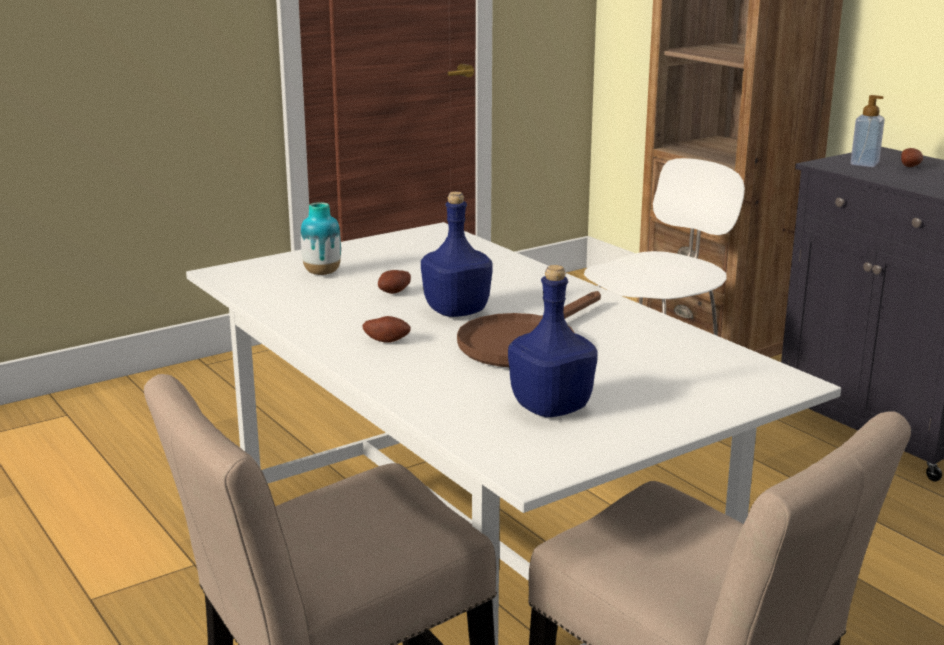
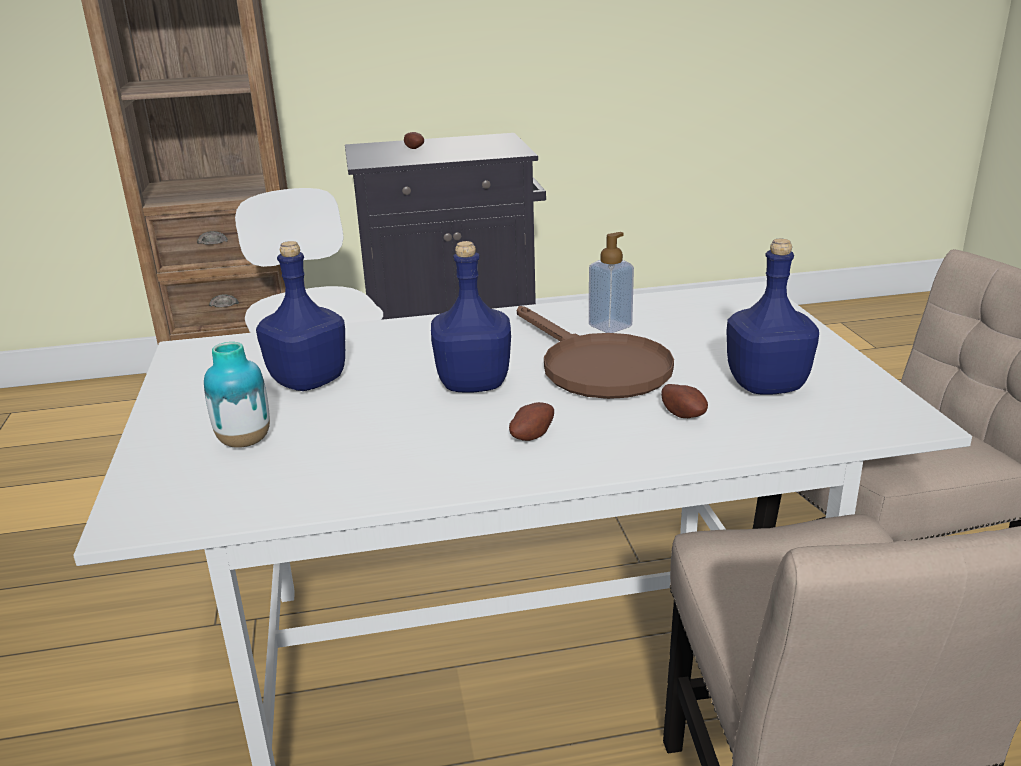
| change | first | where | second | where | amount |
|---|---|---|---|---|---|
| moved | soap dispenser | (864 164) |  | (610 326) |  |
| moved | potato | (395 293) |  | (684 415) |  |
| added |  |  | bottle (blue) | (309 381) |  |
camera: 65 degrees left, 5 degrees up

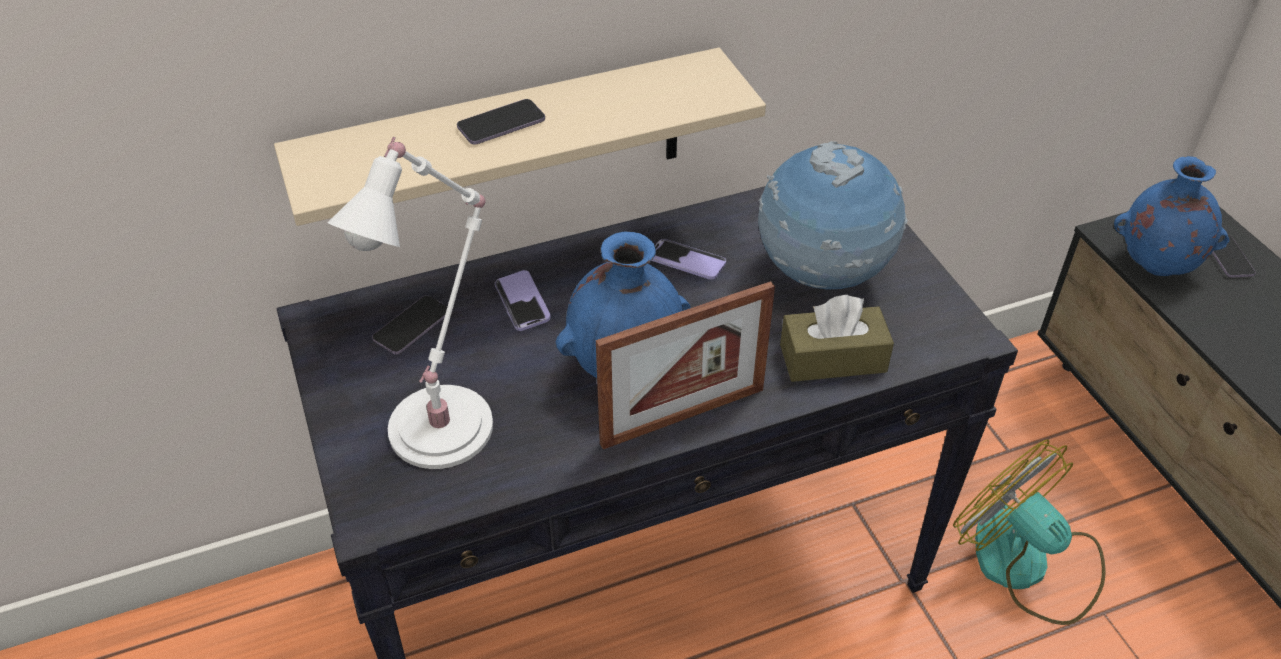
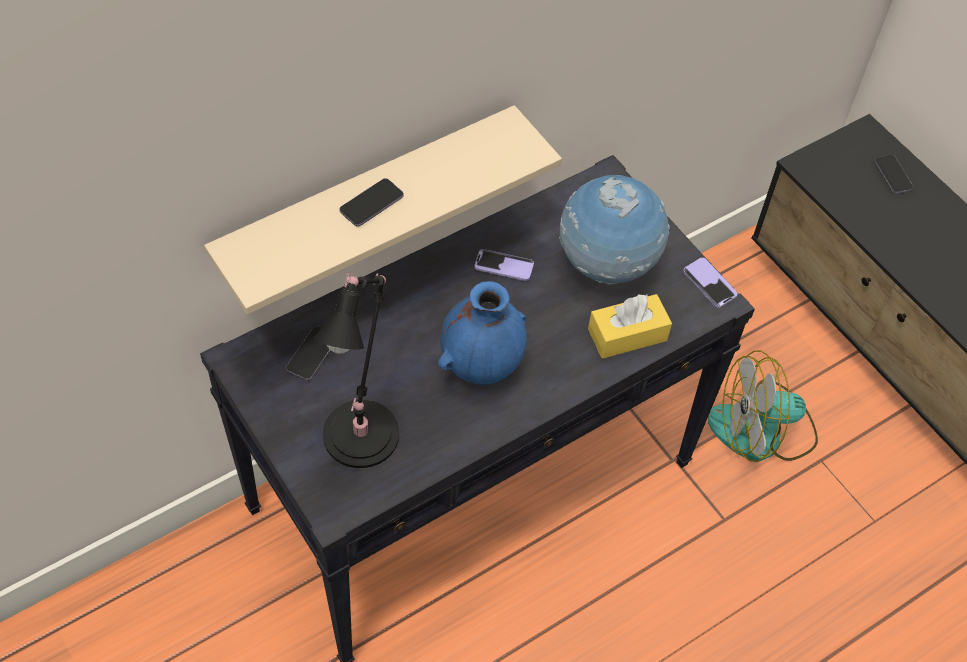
| change | first | where | second | where | amount |
|---|---|---|---|---|---|
| recoloured | table lamp (white) | (447 421) | table lamp (black) | (363 428) |  |
| removed | vase (blue) | (1155 266) |  |  |  |
| moved | phone | (522 302) |  | (709 284) |  |
| removed | picture frame | (683 416) |  |  |  |
| recoloured | tissue box (brown) | (833 358) | tissue box (yellow) | (627 335) |  |
| turned | fan | (1026 565) |  | (762 432) | 45 degrees counterclockwise |
camera: 15 degrees left, 10 degrees up

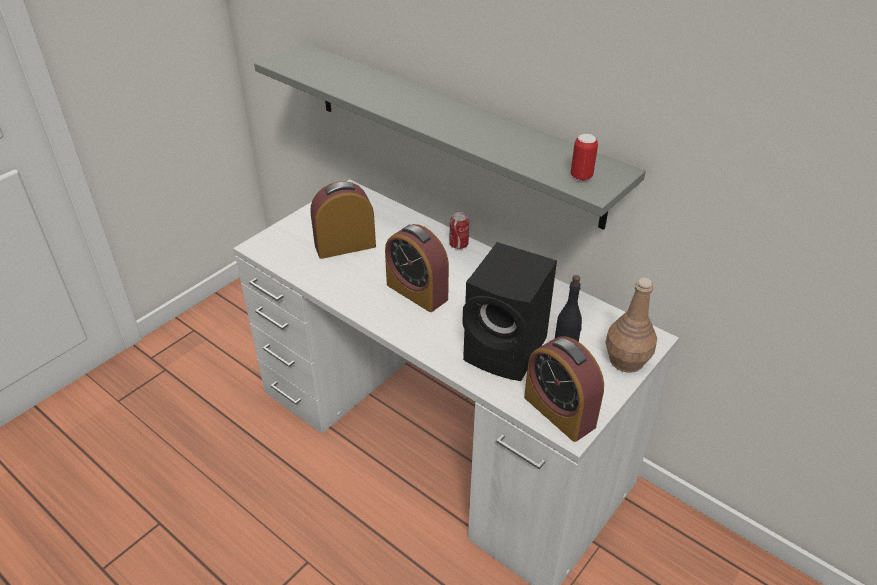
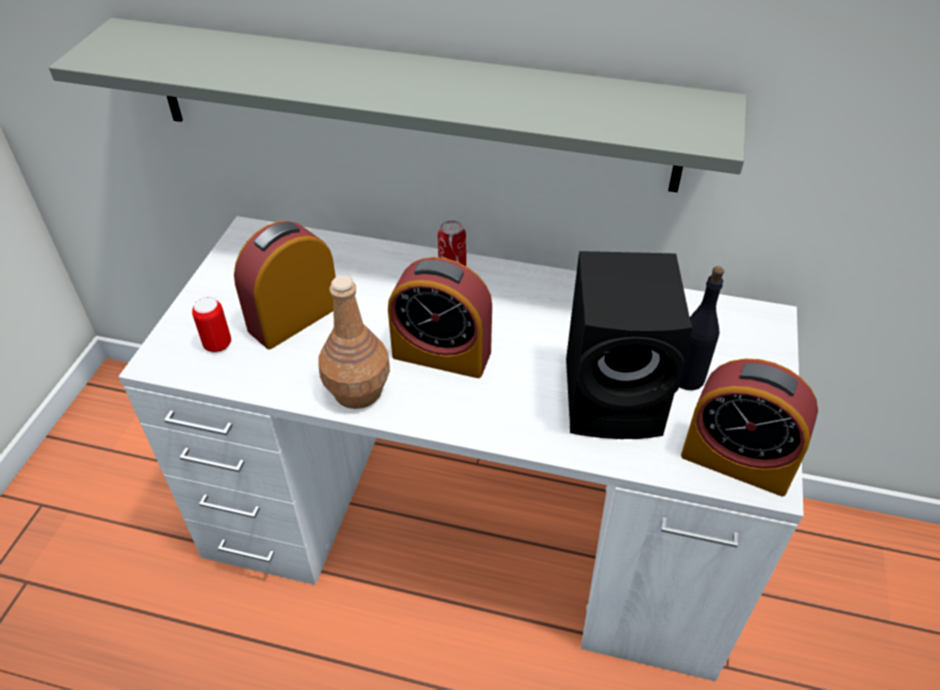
| change | first | where | second | where | amount |
|---|---|---|---|---|---|
| moved | can | (581 176) |  | (218 344) |  |
| moved | bottle (brown) | (626 361) |  | (357 392) |  |
camera: 25 degrees left, 5 degrees up

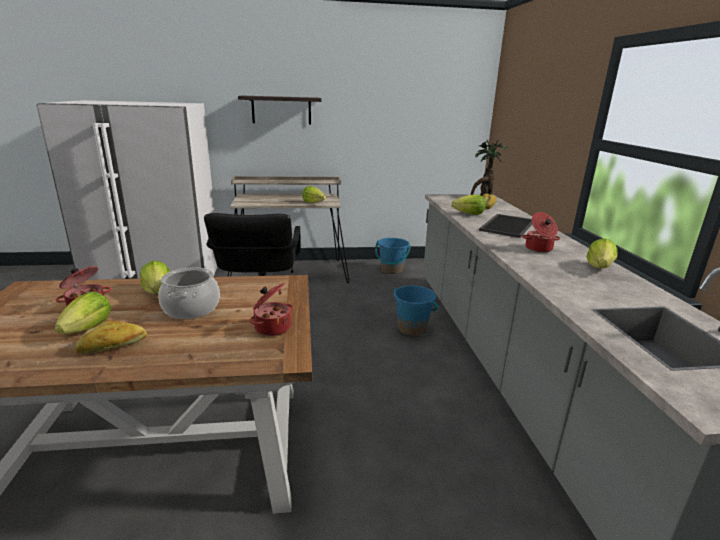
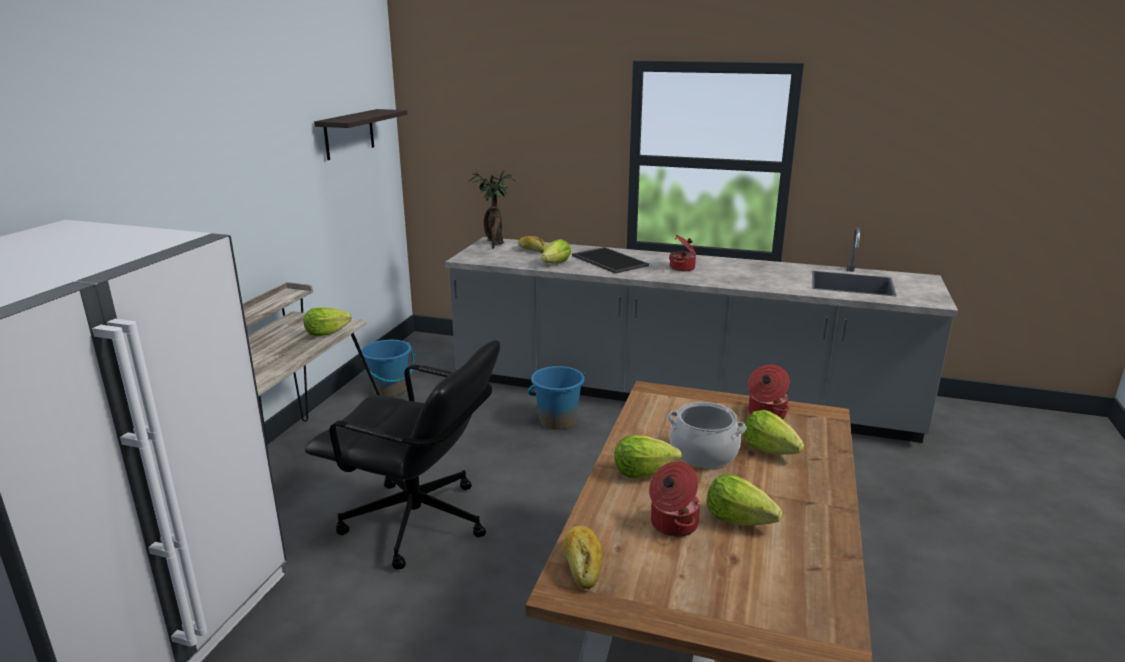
| change | first | where | second | where | amount |
|---|---|---|---|---|---|
| moved | shelf | (281 110) |  | (349 134) |  |
| moved | lettuce | (599 267) |  | (769 449) |  |
| moved | bread | (113 346) |  | (582 564) |  |
camera: 65 degrees left, 0 degrees up

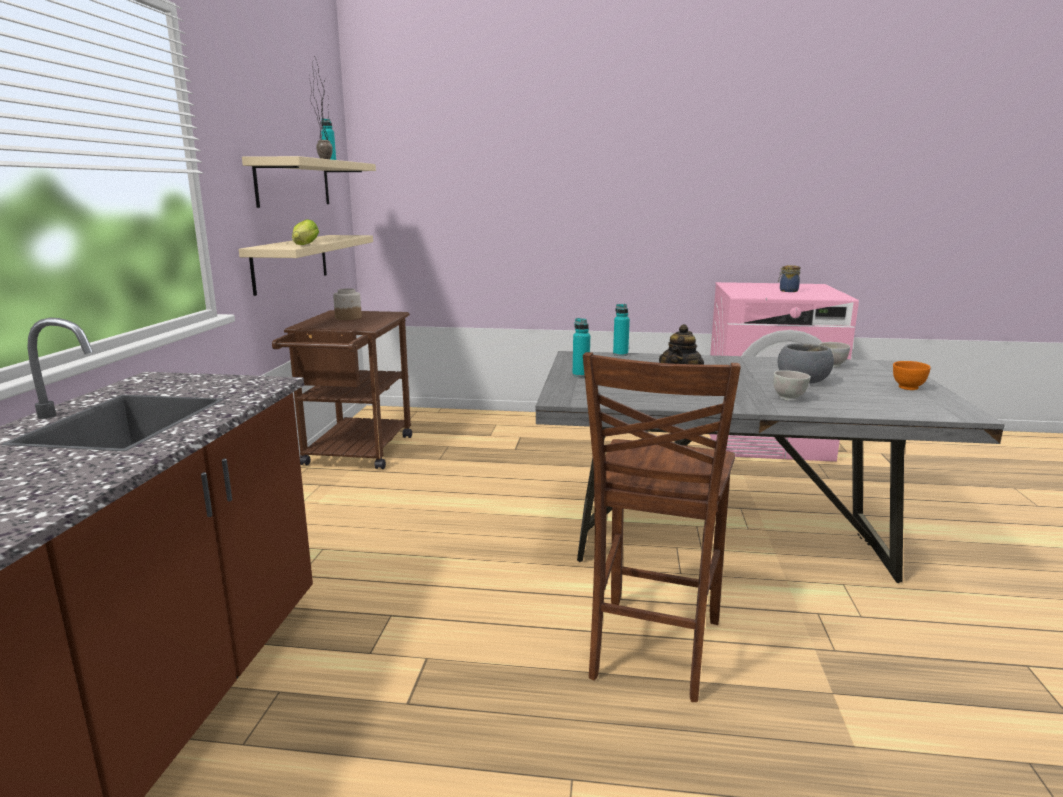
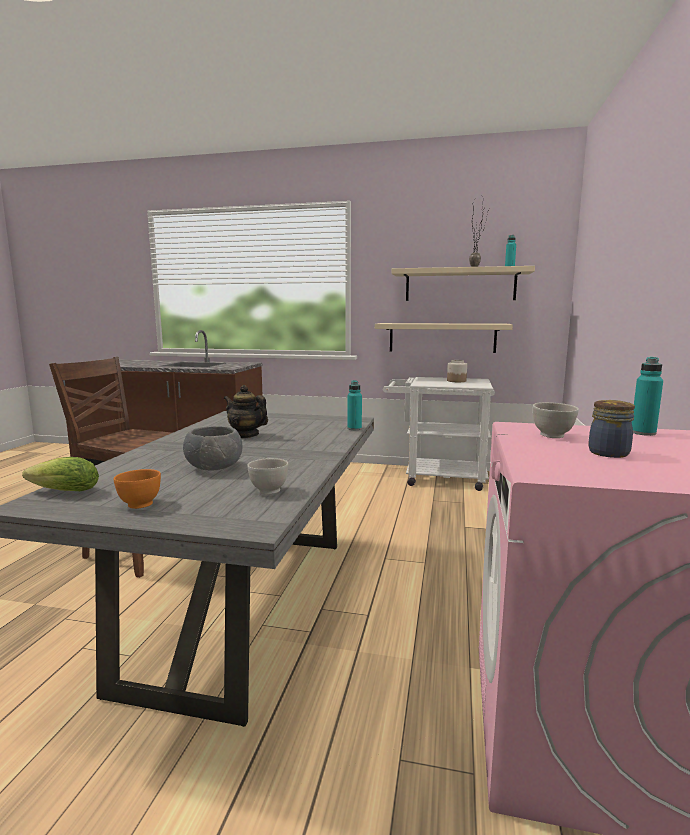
| change | first | where | second | where | amount |
|---|---|---|---|---|---|
| moved | lettuce | (304 245) |  | (61 492) |  |
| recoloured | cart (brown) | (355 454) | cart (white) | (437 477) |  |
| moved | bottle (turquoise) | (580 375) |  | (643 433) |  |
| moved | bowl (white) | (789 398) |  | (552 436) |  |
camera: 95 degrees right, 5 degrees down

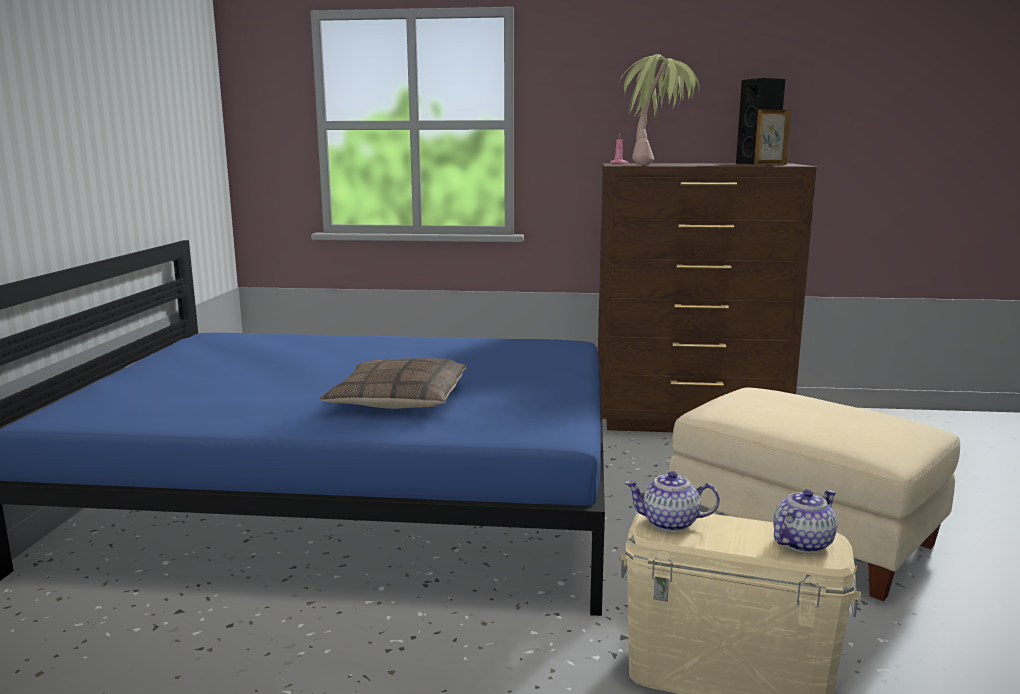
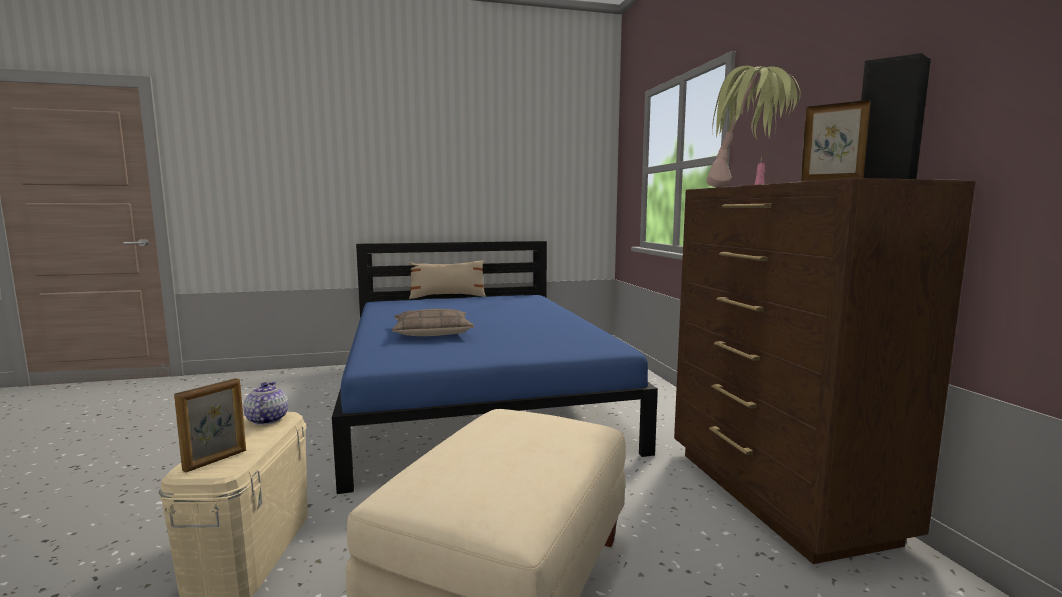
| change | first | where | second | where | amount |
|---|---|---|---|---|---|
| replaced | teapot | (801 543) | picture frame | (216 460) |  |
| added |  |  | pillow (beige) | (447 296) |  |
camera: 70 degrees right, 5 degrees down

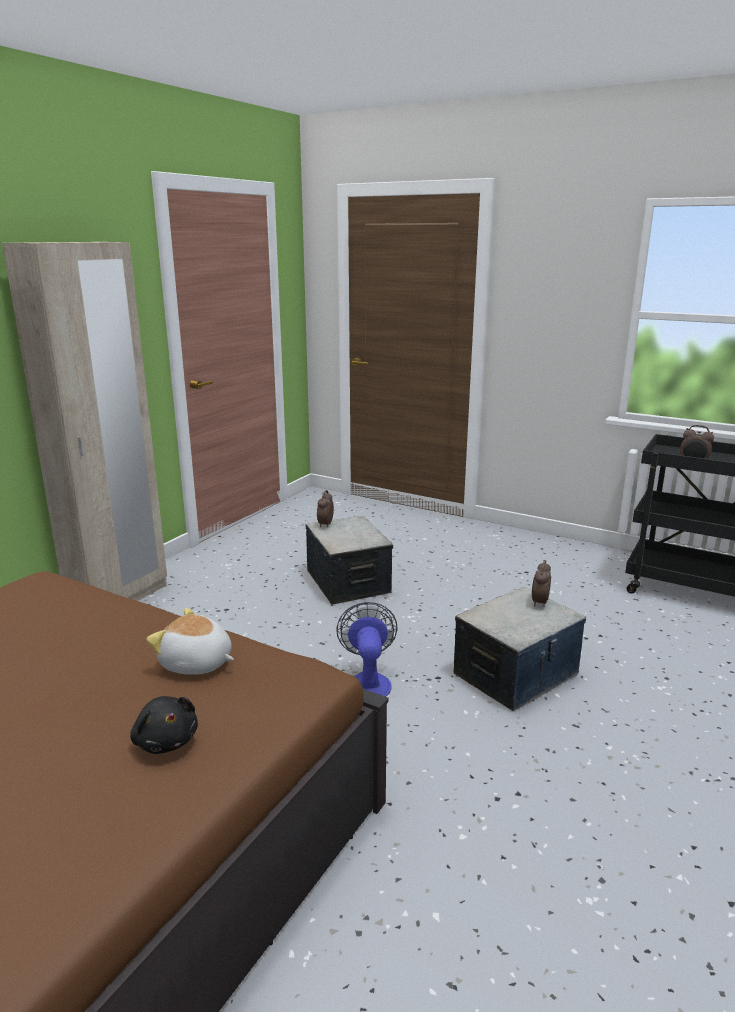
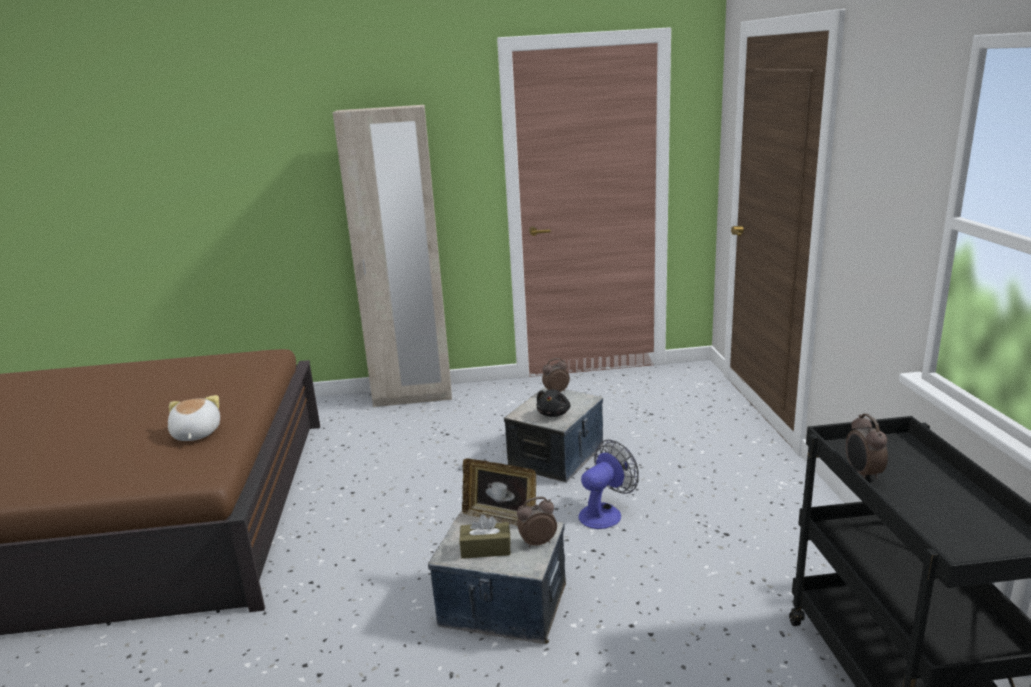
| change | first | where | second | where | amount |
|---|---|---|---|---|---|
| moved | fan | (368 681) |  | (605 513) |  |
| moved | plush toy (black) | (166 741) |  | (554 413) |  |
| added |  |  | picture frame | (501 517) |  |
| added |  |  | tissue box (brown) | (485 549) |  |
camera: 55 degrees right, 0 degrees up

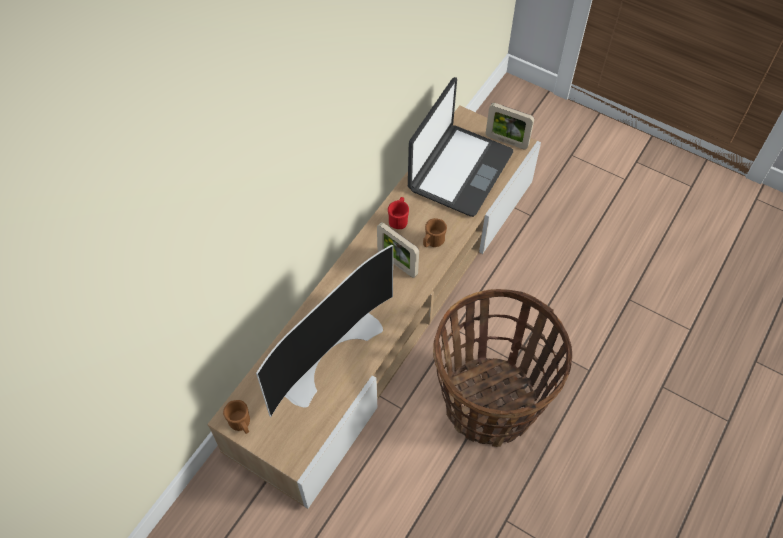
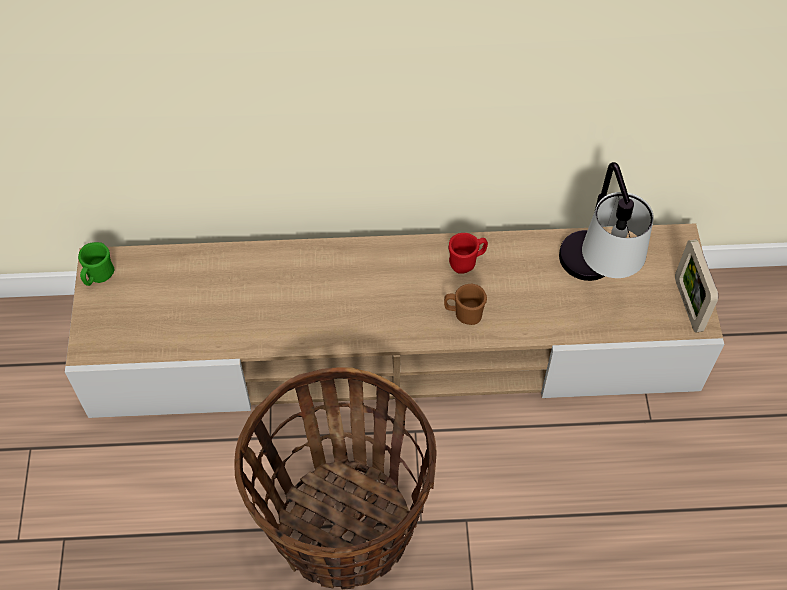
| change | first | where | second | where | amount |
|---|---|---|---|---|---|
| replaced | laptop | (459 170) | table lamp | (593 280) |  |
| removed | picture frame | (397 263) |  |  |  |
| removed | television | (326 350) |  |  |  |
| recoloured | mug (brown) | (241 424) | mug (green) | (98 276) |  |
camera: 55 degrees right, 0 degrees up

